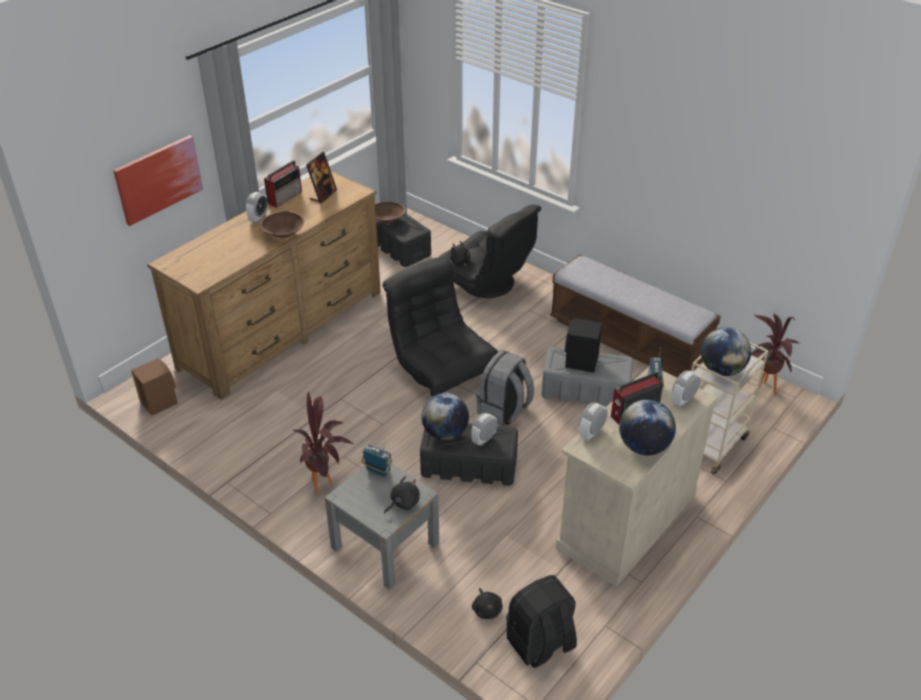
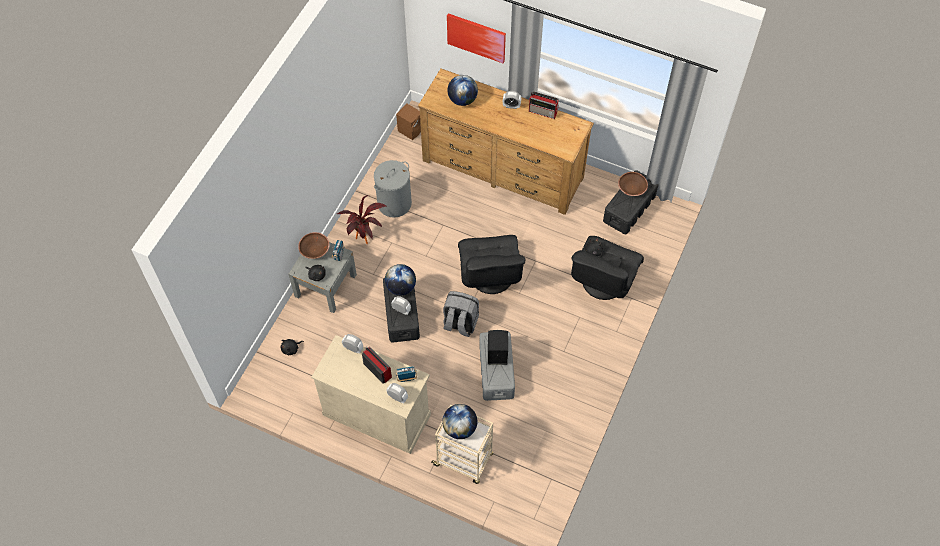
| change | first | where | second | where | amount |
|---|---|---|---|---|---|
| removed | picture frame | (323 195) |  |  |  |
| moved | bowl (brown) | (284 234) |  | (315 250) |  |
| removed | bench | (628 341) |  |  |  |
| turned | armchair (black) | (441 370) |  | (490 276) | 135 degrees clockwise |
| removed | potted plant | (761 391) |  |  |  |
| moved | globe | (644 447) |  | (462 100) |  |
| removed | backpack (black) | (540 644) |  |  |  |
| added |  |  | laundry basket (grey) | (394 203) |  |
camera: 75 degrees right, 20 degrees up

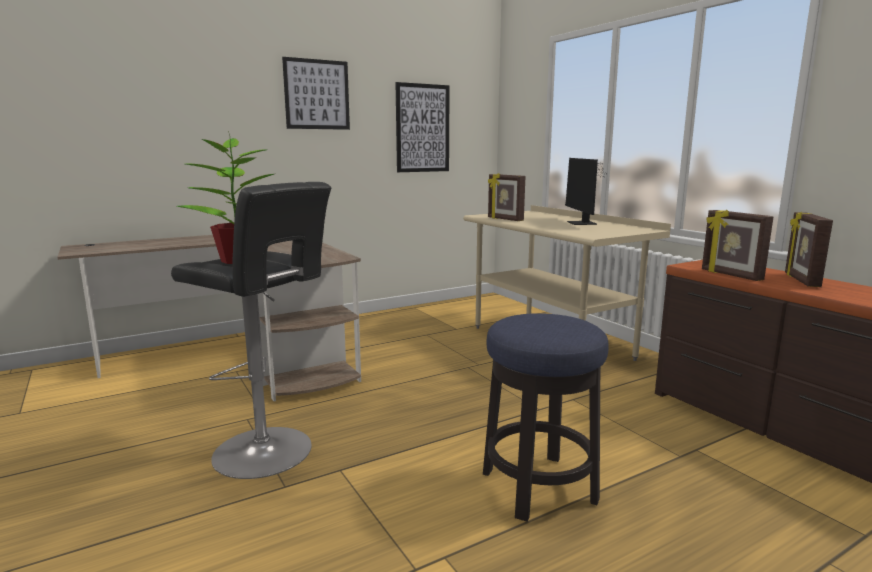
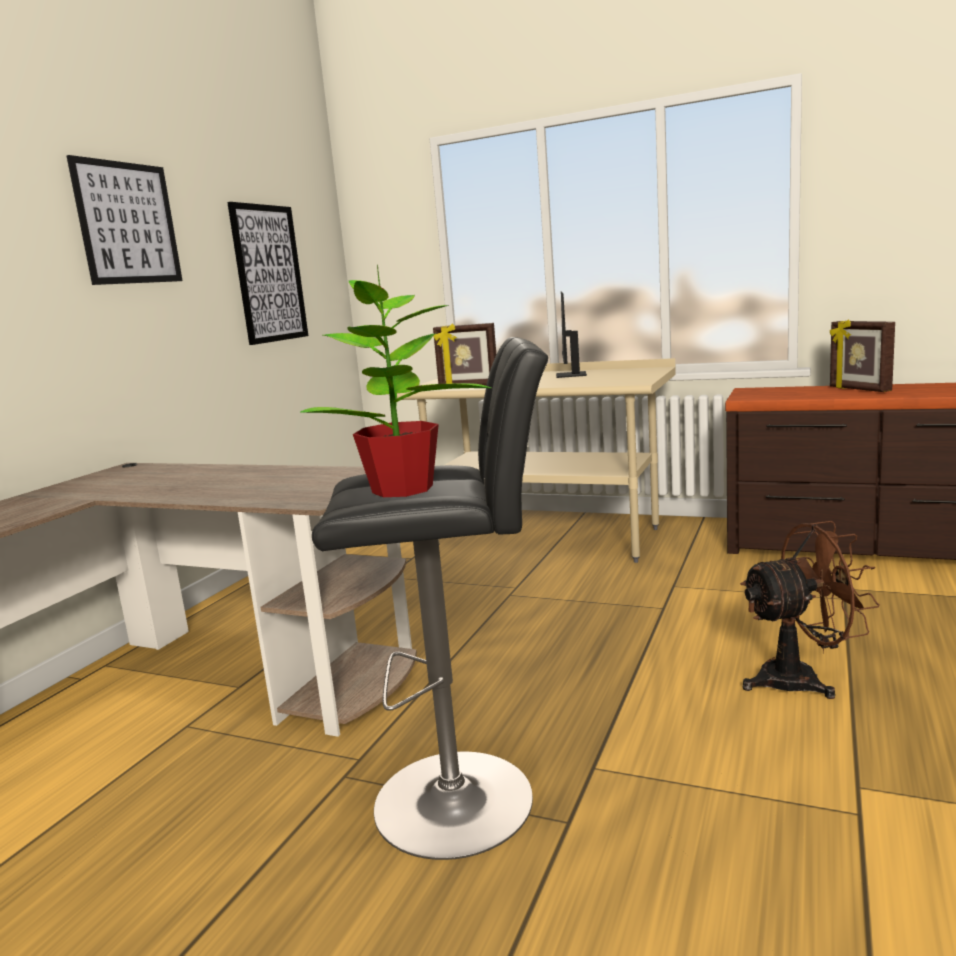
| change | first | where | second | where | amount |
|---|---|---|---|---|---|
| turned | monitor | (582 223) |  | (569 375) | 45 degrees clockwise |
| removed | picture frame | (730 275) |  |  |  |
| replaced | stool | (538 487) | fan (brown) | (802 679) |  |
camera: 35 degrees left, 0 degrees up

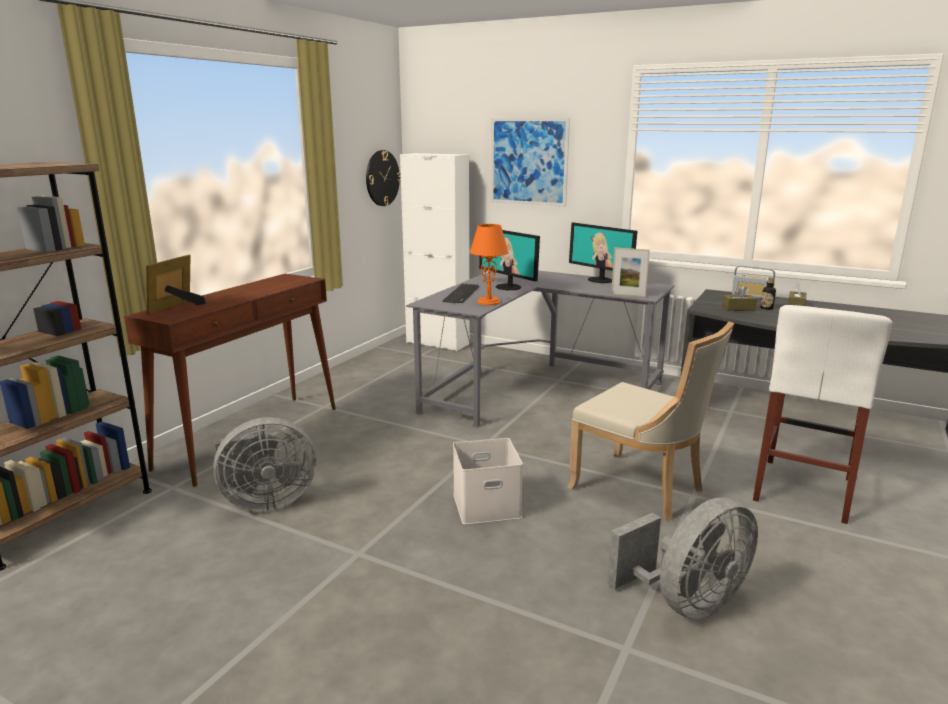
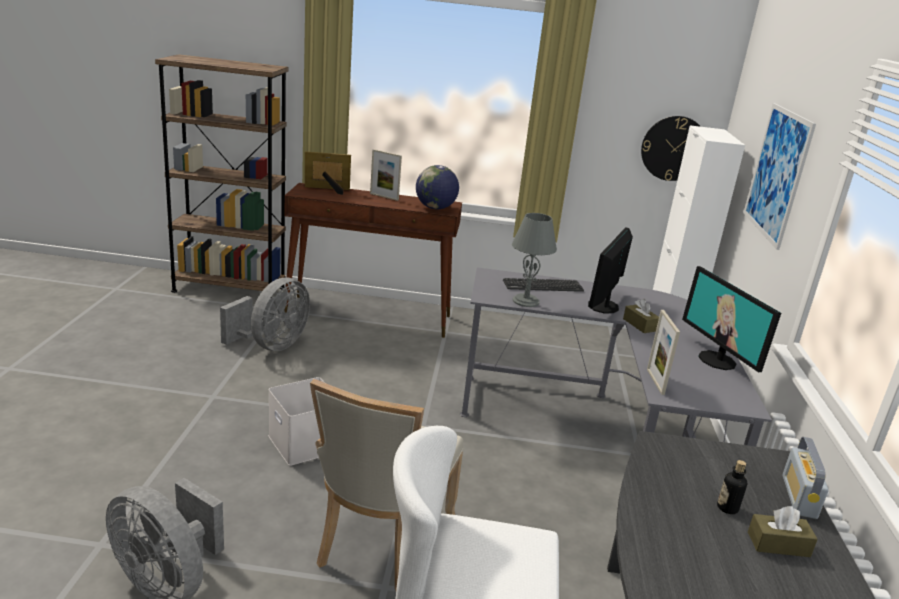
| change | first | where | second | where | amount |
|---|---|---|---|---|---|
| turned | monitor | (600 280) |  | (718 360) | 45 degrees counterclockwise |
| recoloured | table lamp (orange) | (488 302) | table lamp (grey) | (526 301) |  |
| moved | tissue box (brown) | (738 308) |  | (640 325) |  |
| turned | fan (grey) | (265 502) |  | (271 345) | 105 degrees counterclockwise |
| added |  |  | picture frame | (384 197) |  |
| added |  |  | globe | (435 208) |  |
camera: 65 degrees right, 5 degrees up

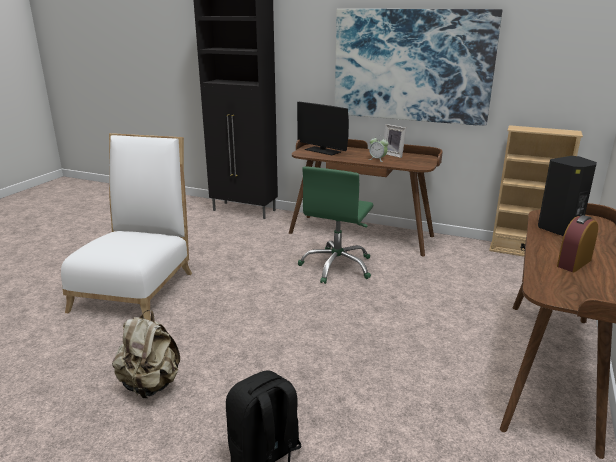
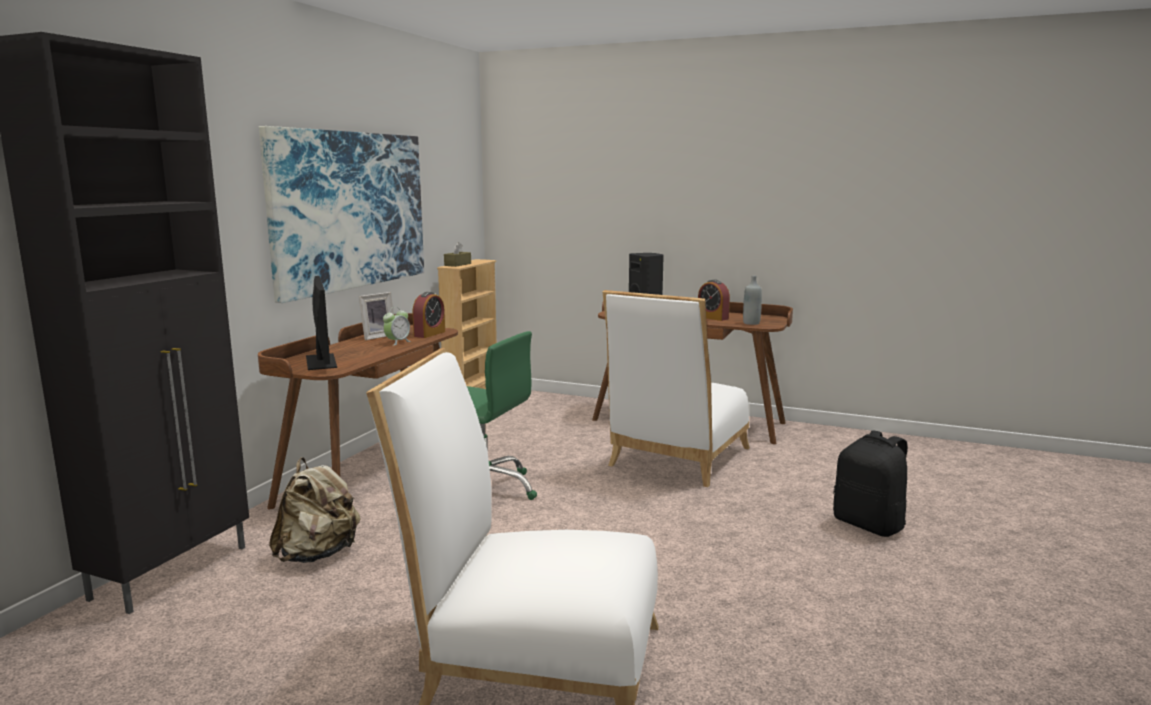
| change | first | where | second | where | amount |
|---|---|---|---|---|---|
| turned | monitor | (322 151) |  | (321 362) | 60 degrees counterclockwise |
| moved | backpack (beige) | (150 385) |  | (318 554) |  |
| added |  |  | tissue box (brown) | (457 264) |  |
| added |  |  | bottle (grey) | (751 323) |  |
| added |  |  | chair (white) | (676 459) |  |
| added |  |  | alarm clock | (429 334) |  |
camera: 90 degrees left, 10 degrees down

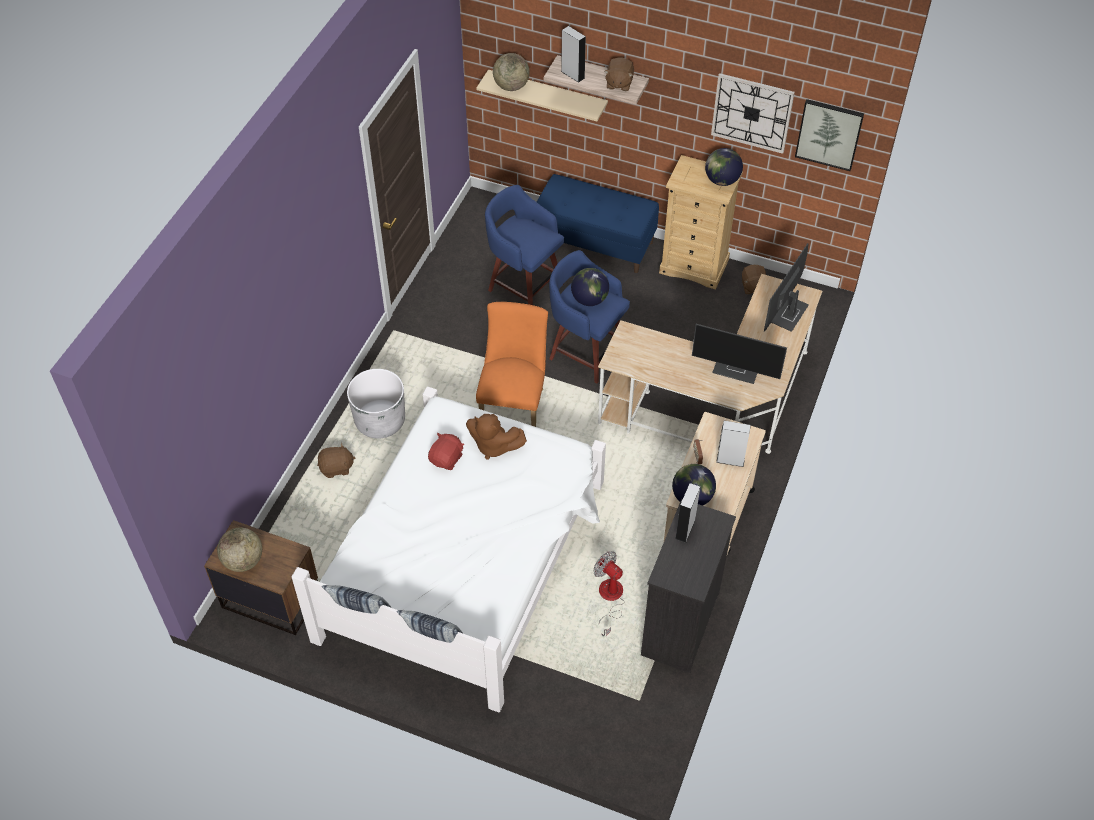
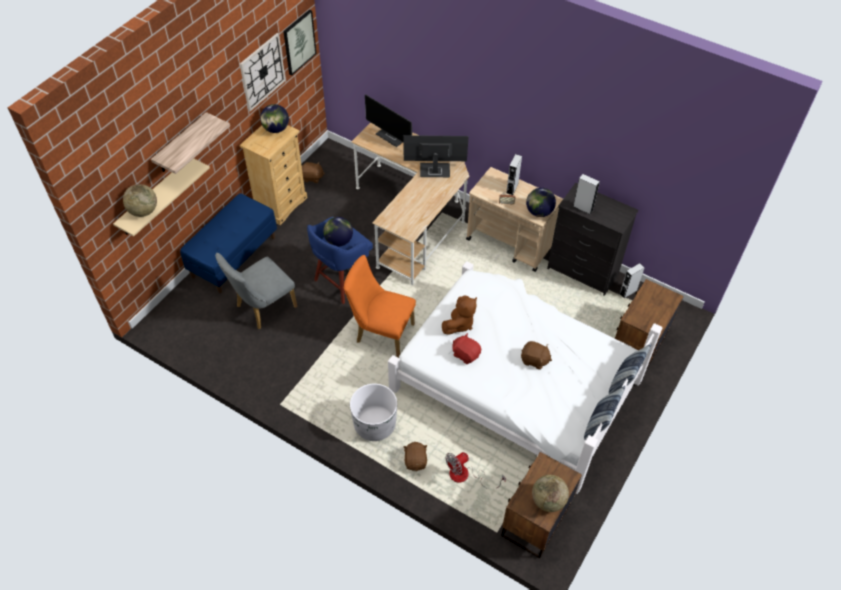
| change | first | where | second | where | amount |
|---|---|---|---|---|---|
| moved | speaker (grey) | (572 74) |  | (628 292) |  |
| moved | plush toy (brown) | (618 83) |  | (534 360) |  |
| replaced | stool (blue) | (524 286) | chair (grey) | (262 308) |  |
| turned | monitor | (737 369) |  | (434 170) | 120 degrees counterclockwise |
| moved | fan | (610 599) |  | (466 476) |  |
| added |  |  | nightstand (brown) | (638 343) |  |
camera: 80 degrees left, 0 degrees up

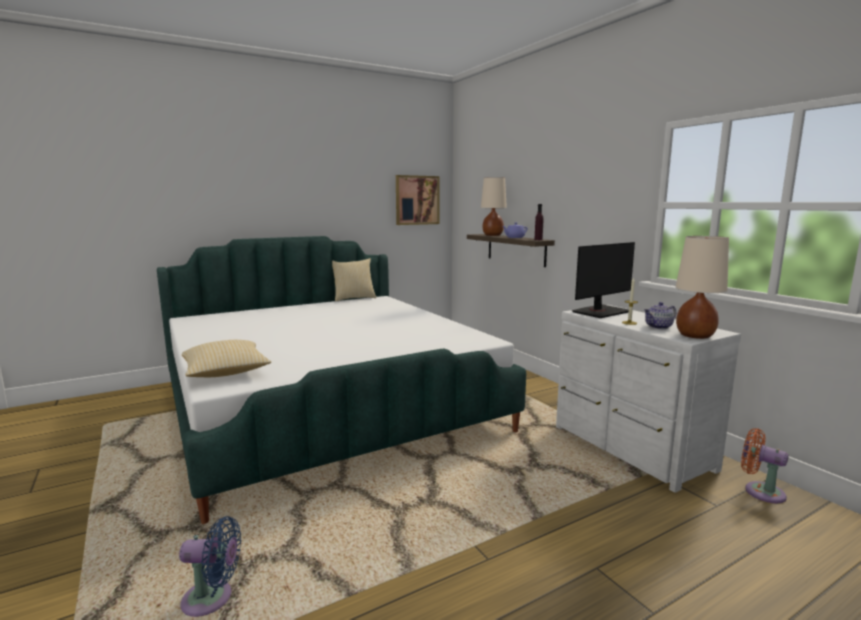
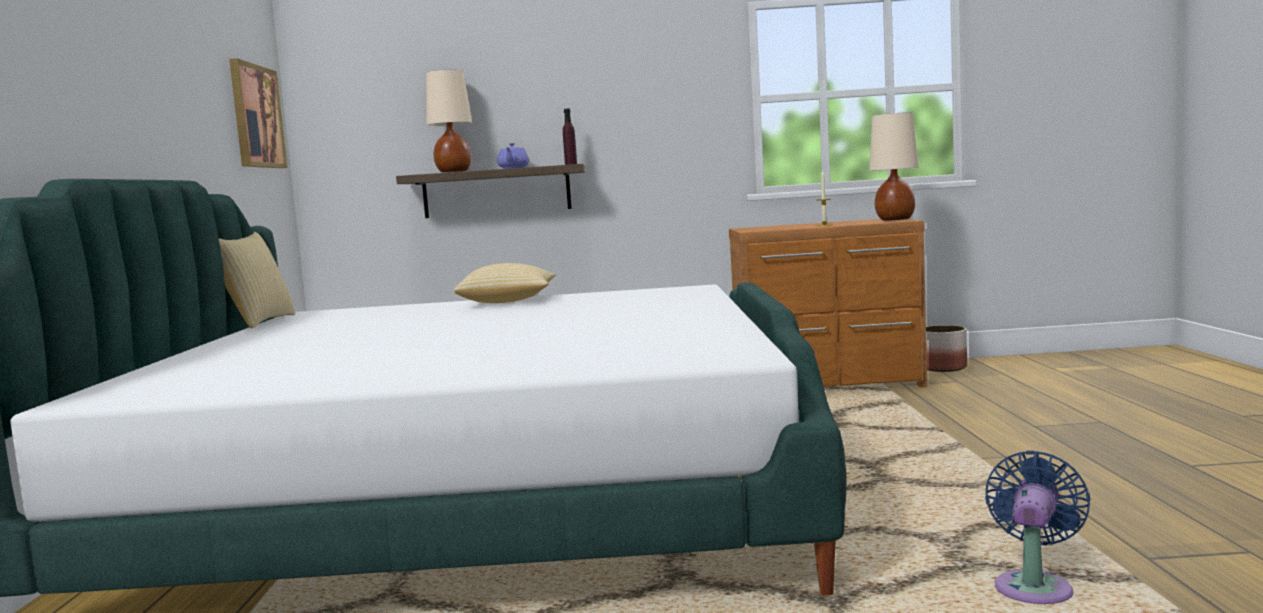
| change | first | where | second | where | amount |
|---|---|---|---|---|---|
| removed | monitor | (600 312) |  |  |  |
| removed | teapot | (659 327) |  |  |  |
| recoloured | dresser (white) | (629 449) | dresser (brown) | (830 384) |  |
| moved | pillow | (225 373) |  | (508 301) |  |
| replaced | fan (orange) | (760 491) | planter | (943 368) |  |
camera: 60 degrees left, 5 degrees down

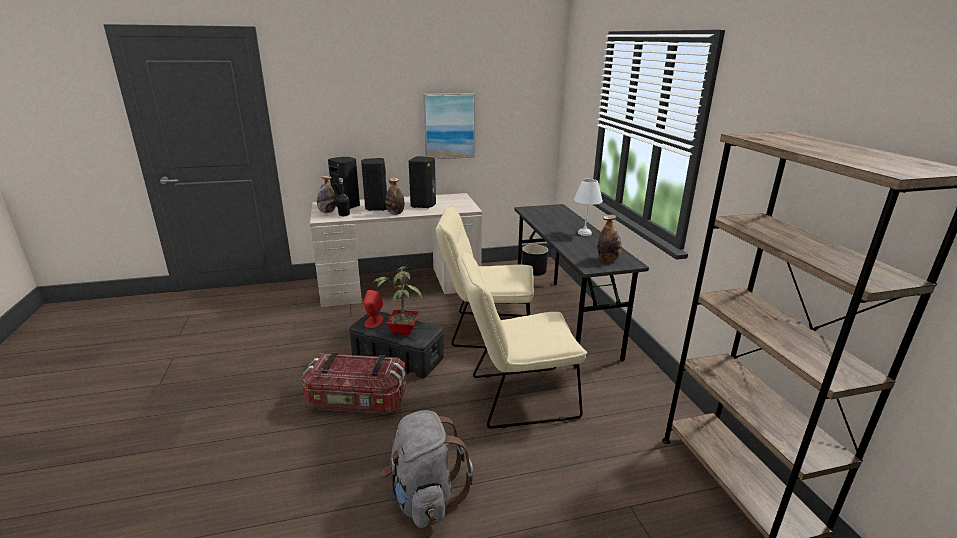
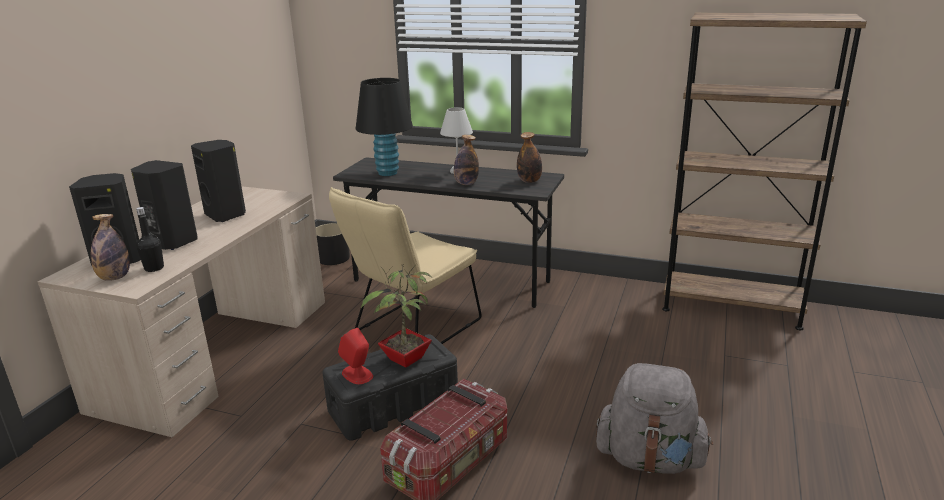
| change | first | where | second | where | amount |
|---|---|---|---|---|---|
| removed | picture | (449 126) |  |  |  |
| moved | bottle | (395 213) |  | (466 183) |  |
| removed | chair (beige) | (515 397) |  |  |  |
| added |  |  | table lamp (black) | (387 173) |  |
camera: 55 degrees left, 0 degrees up

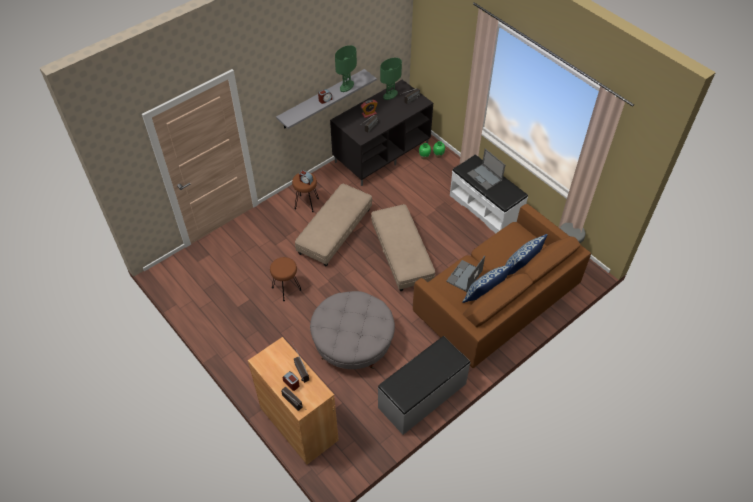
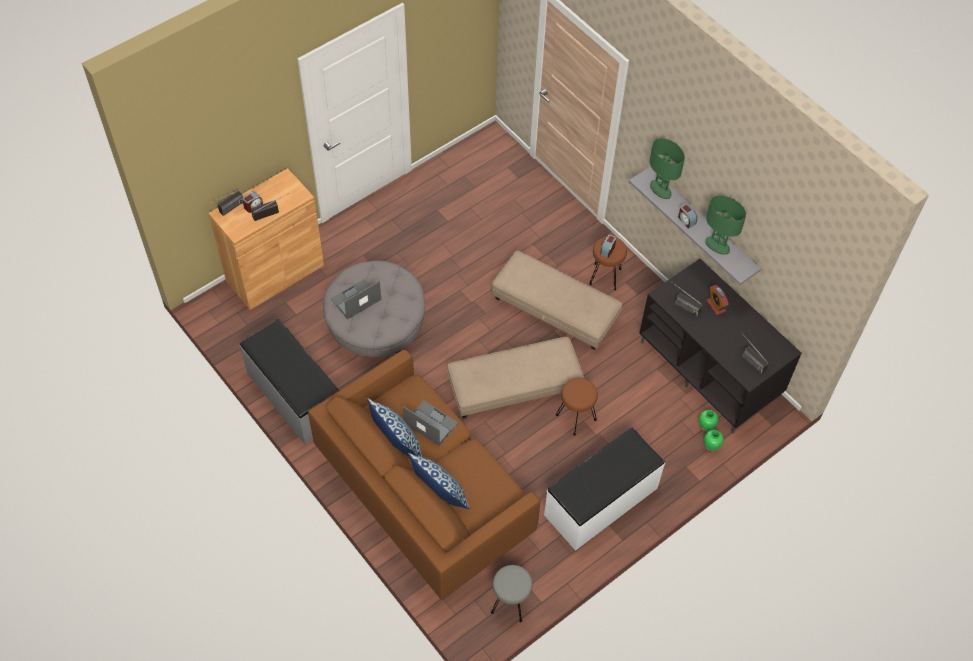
| change | first | where | second | where | amount |
|---|---|---|---|---|---|
| moved | table lamp (green) | (390 95) |  | (660 190) |  |
| moved | laptop | (485 177) |  | (355 300) |  |
| moved | stool (brown) | (286 289) |  | (575 418) |  |
camera: 90 degrees right, 5 degrees up

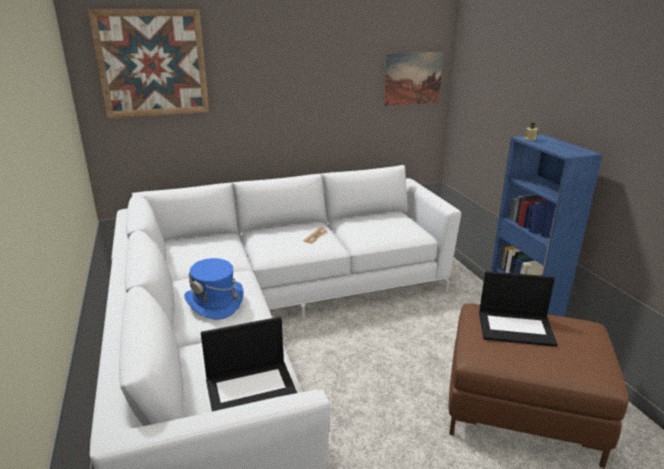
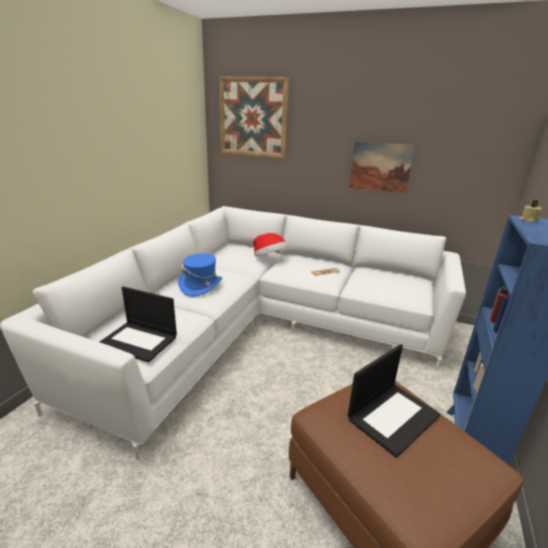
| change | first | where | second | where | amount |
|---|---|---|---|---|---|
| moved | picture | (413 78) |  | (380 167) |  |
| turned | laptop | (516 328) |  | (393 416) | 90 degrees counterclockwise |
| added |  |  | hat | (269 258) |  |
camera: 40 degrees right, 0 degrees up

